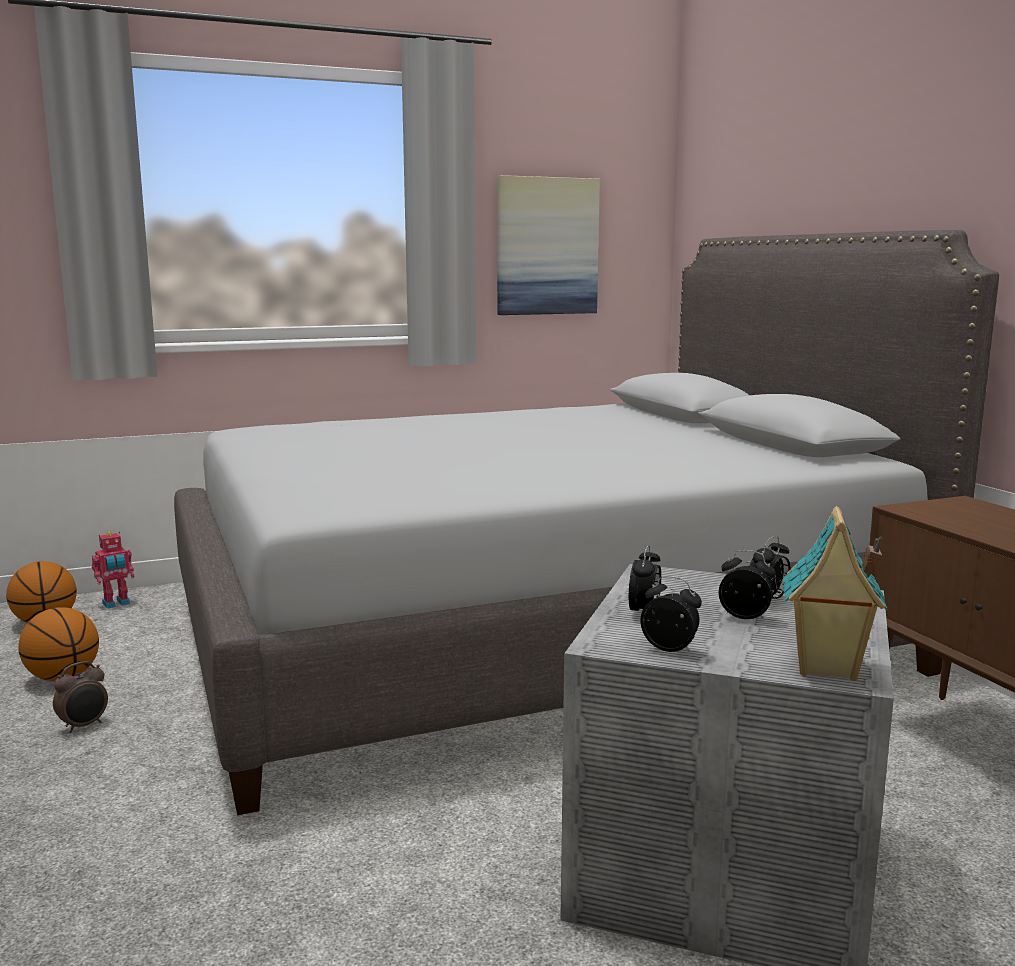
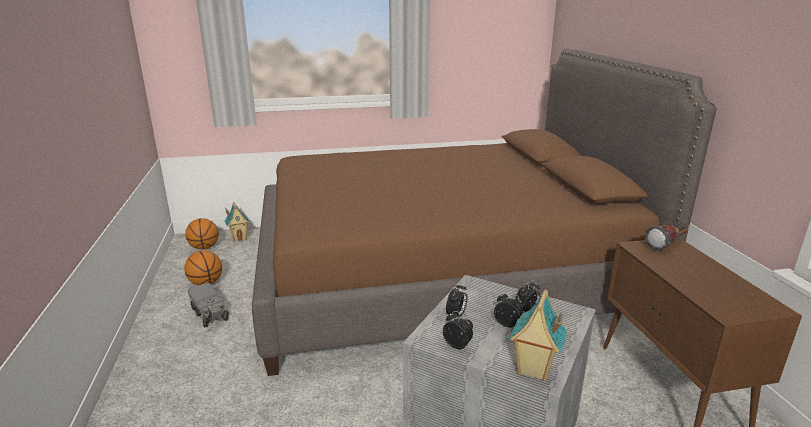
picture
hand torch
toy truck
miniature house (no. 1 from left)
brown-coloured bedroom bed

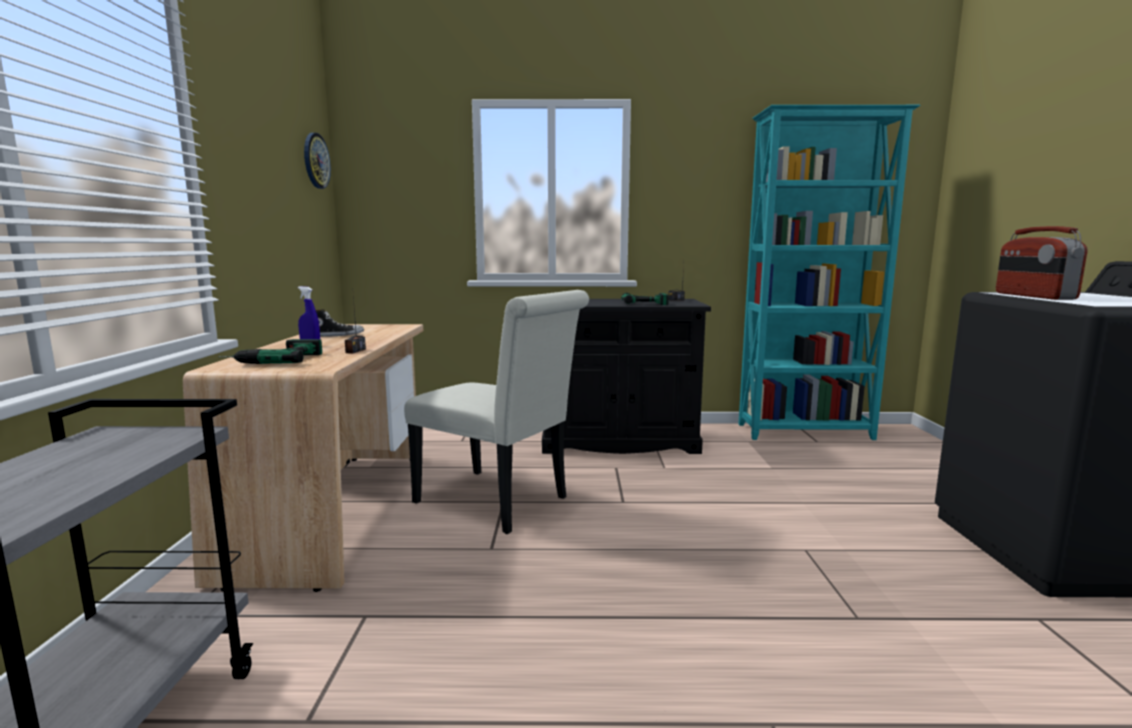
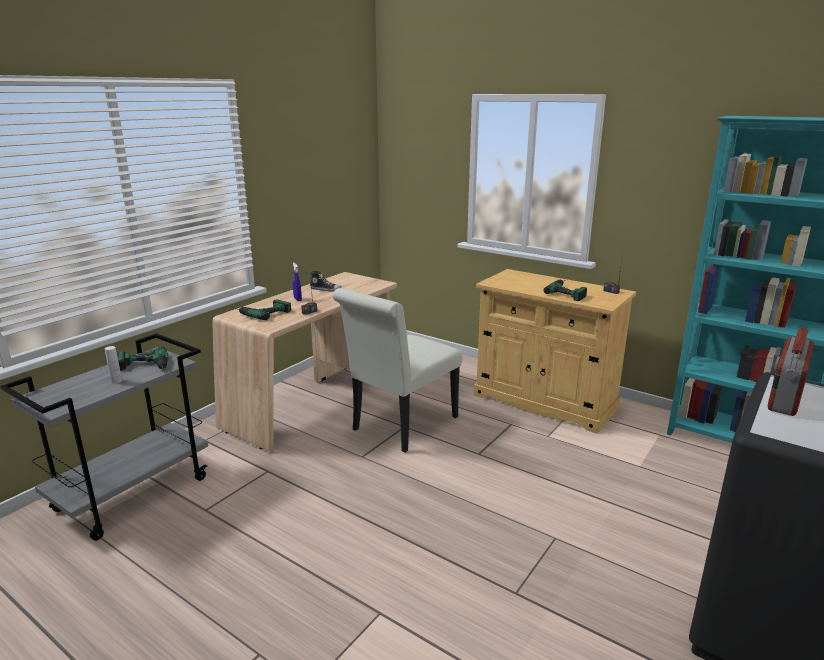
clock on the wall
white beverage bottle
electric drill (no. 1 from left)
beige storage cabinet
white chair

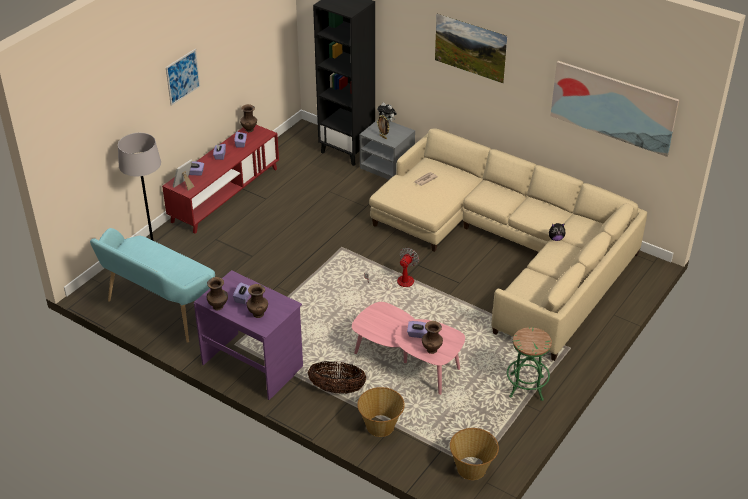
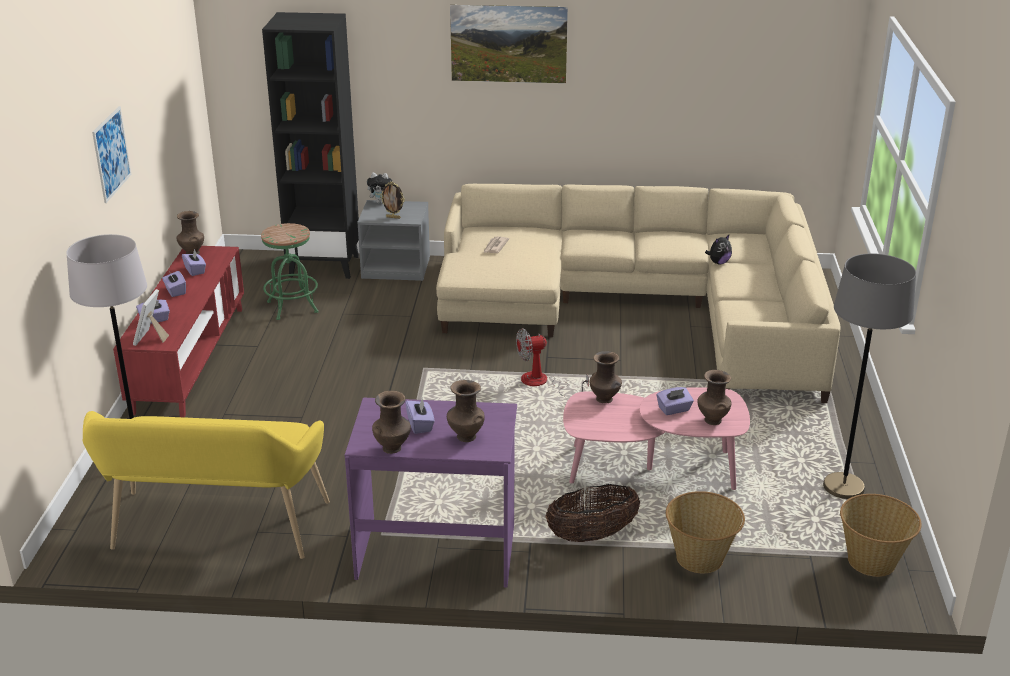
picture (no. 3 from left in the first image)
brown-coloured decorative vase (no. 4 from left)
gray standard lamp (no. 2 from left)
greenish stool seat
yellowish bench
cooling fan

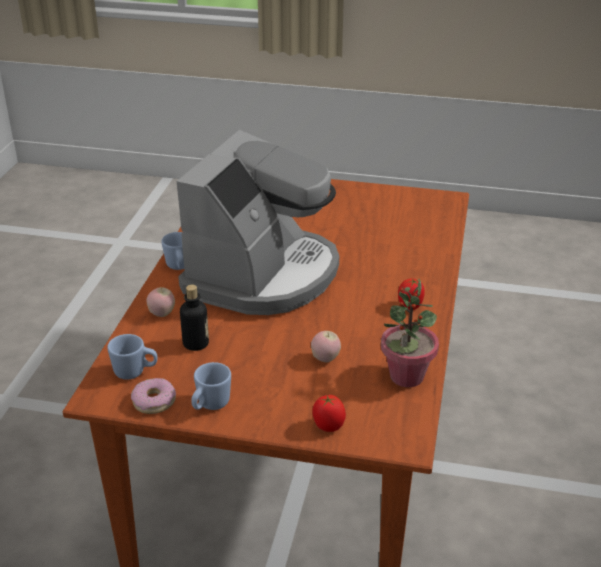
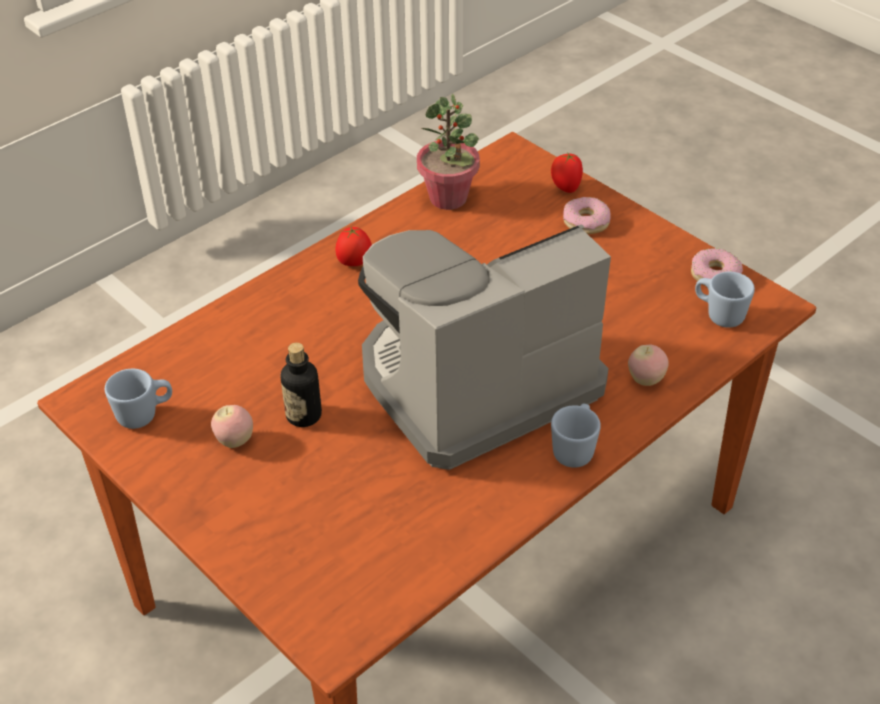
donut (no. 1 from left)
beverage bottle
blue tea mug (no. 1 from left)
apple fruit (no. 1 from left)

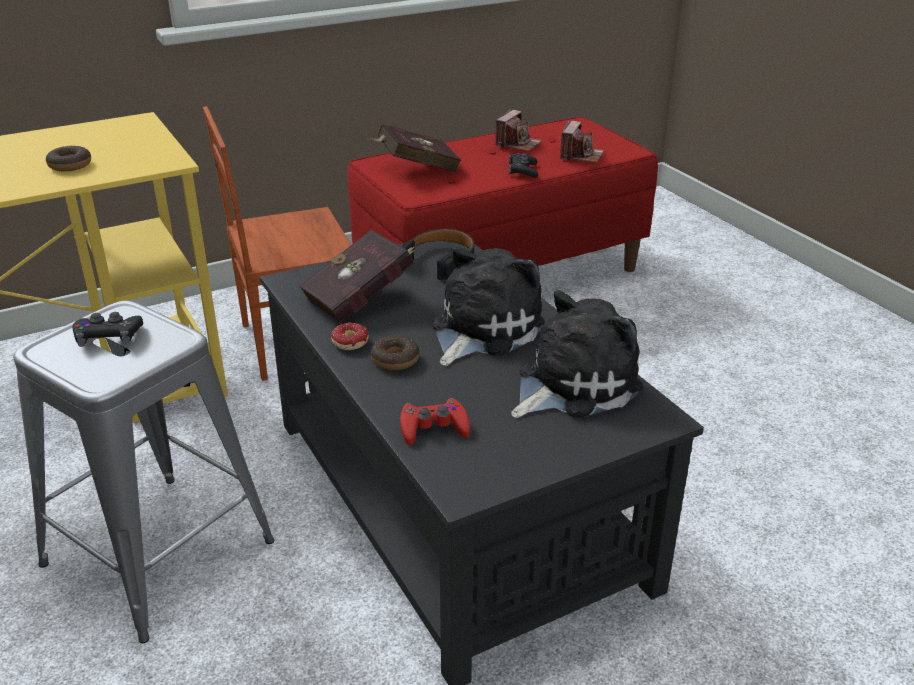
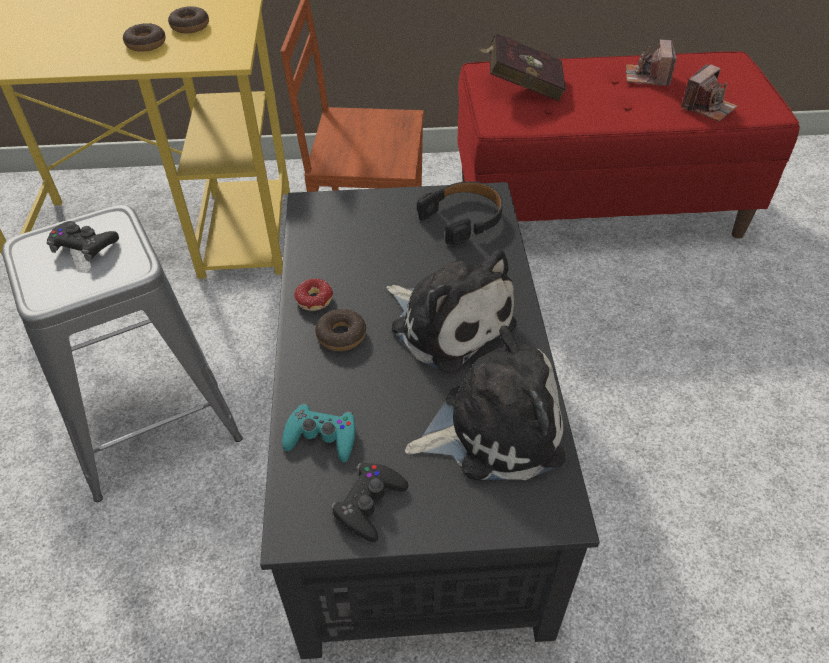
reddish book (no. 1 from left in the first image)
donut (no. 2 from left)
black-coloured joypad (no. 2 from left)
blue-green joypad
plush toy (no. 1 from left)
photo camera (no. 1 from left)

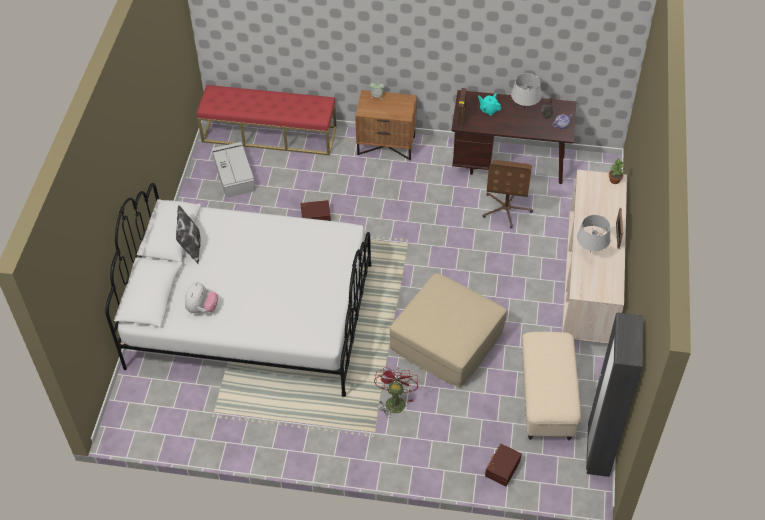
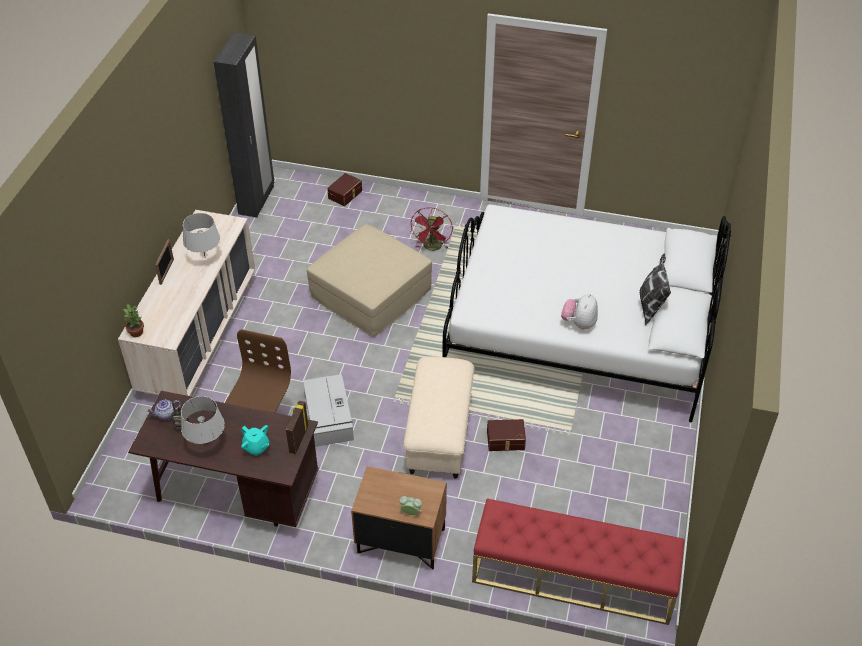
plush toy
gray storage container
beige ottoman (no. 2 from left)

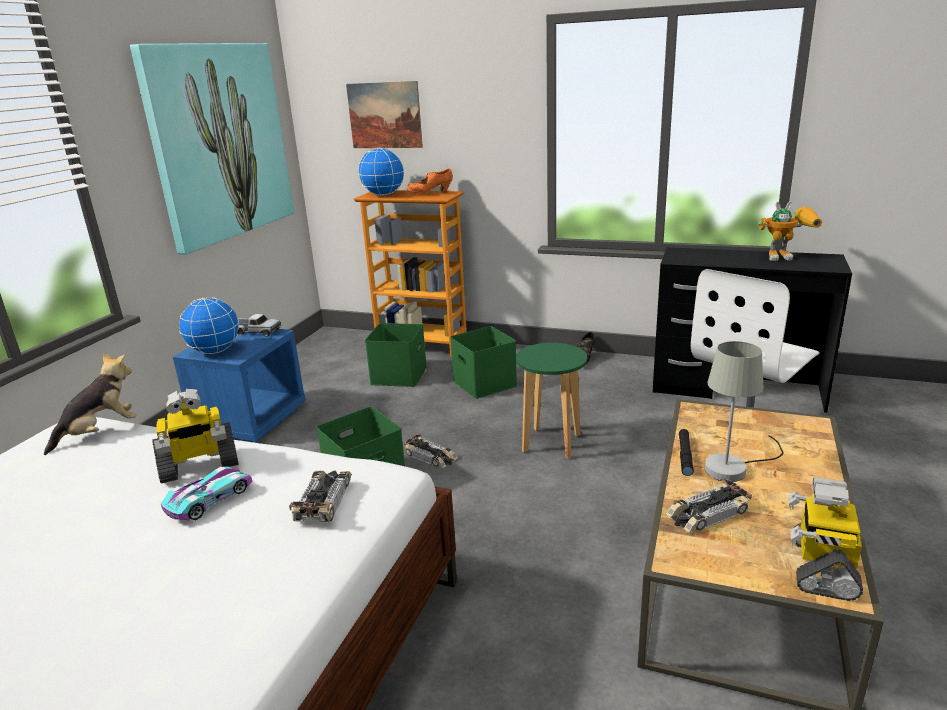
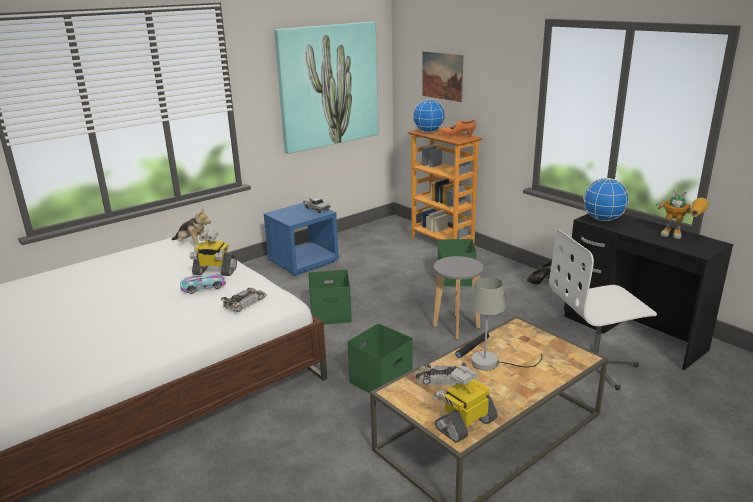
model car (no. 3 from left in the first image)
desk globe (no. 2 from left)
greenish storage container (no. 2 from left)
gray stool seat
plush toy

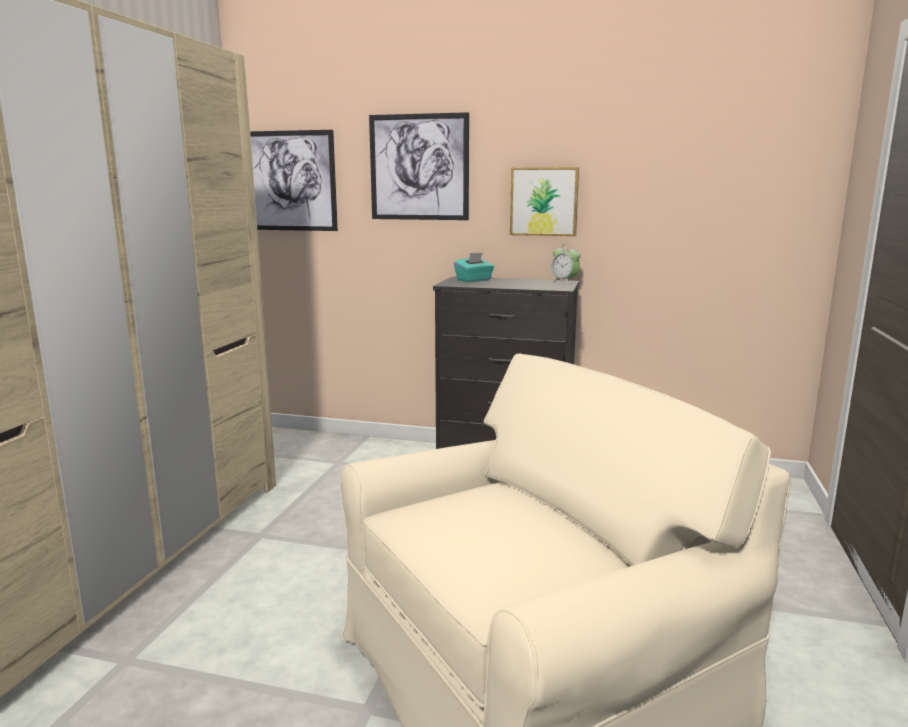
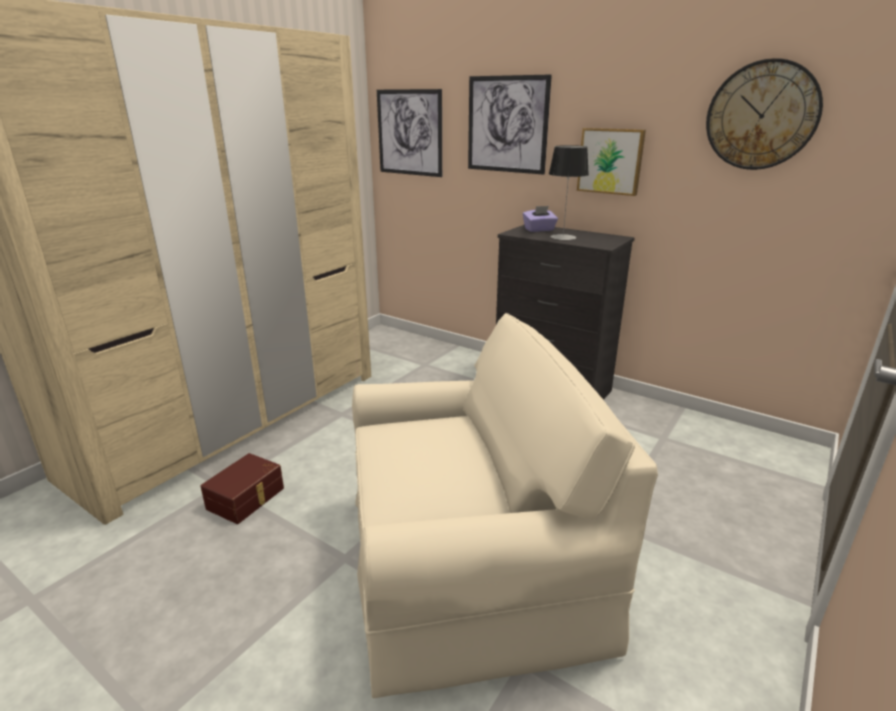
bedside clock
brown-coloured storage container
lamp for a table
clock on the wall
purple tissue box

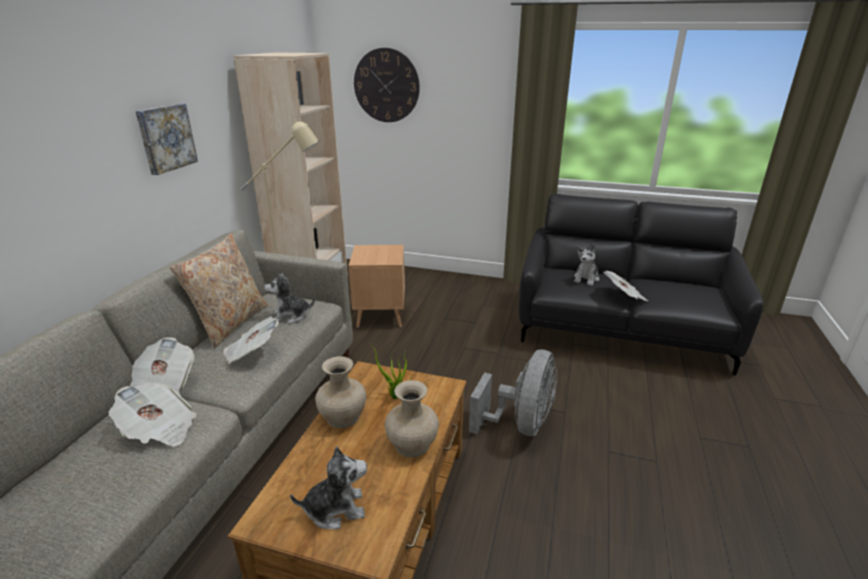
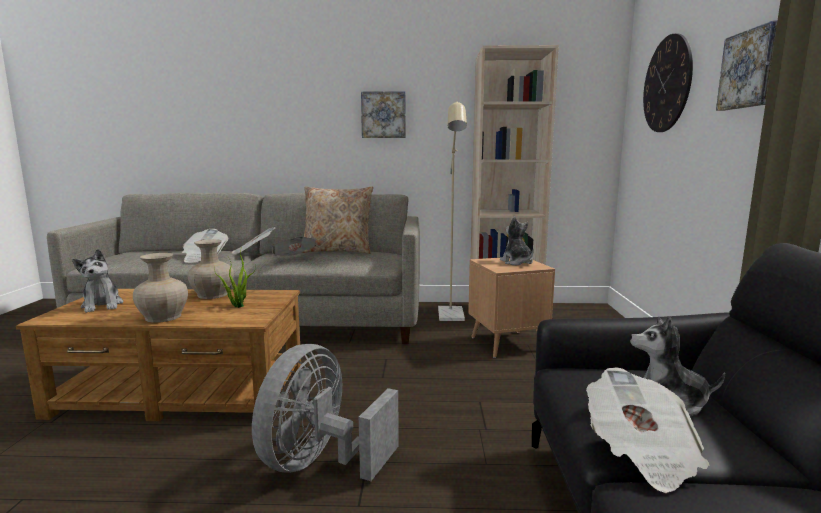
picture (no. 2 from left)
plush toy (no. 2 from left)
gray cooling fan

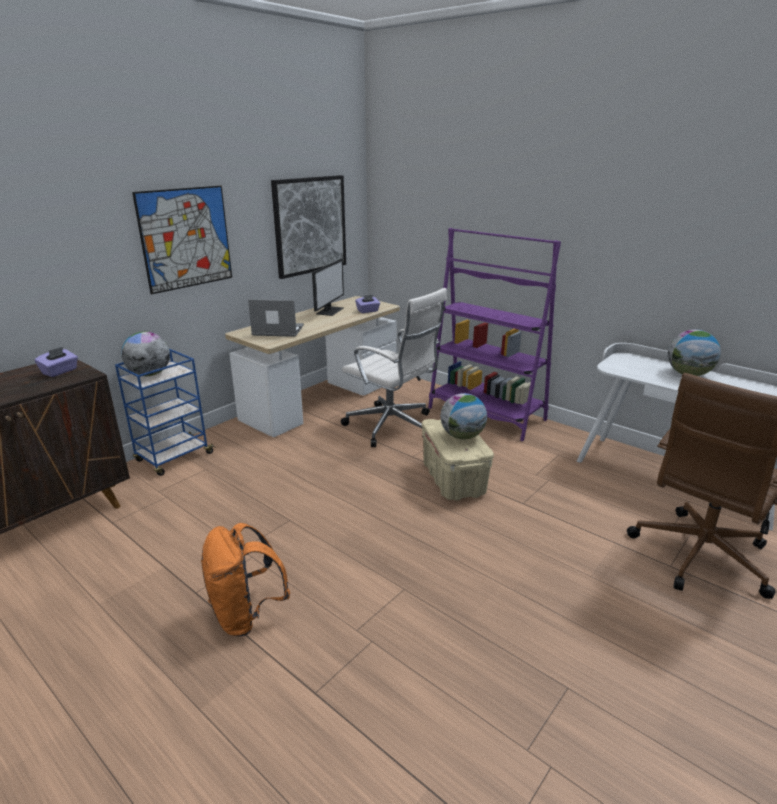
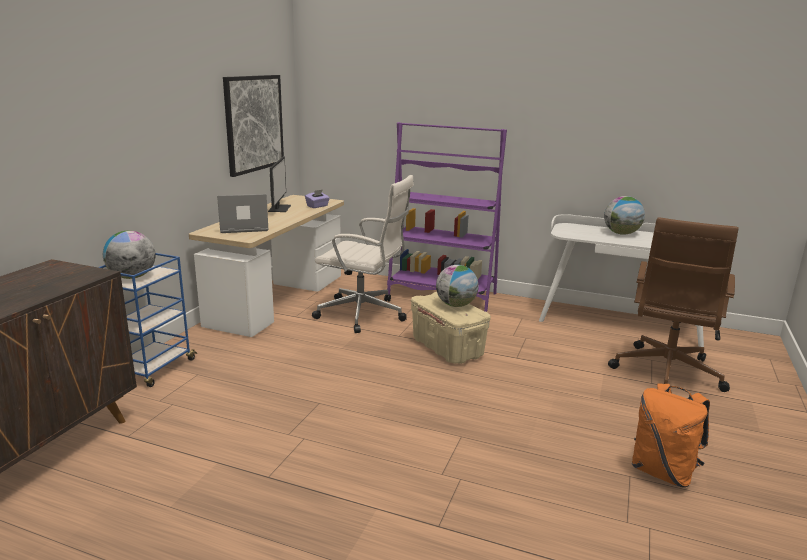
purple tissue box (no. 1 from left in the first image)
picture (no. 1 from left in the first image)
orangey knapsack

